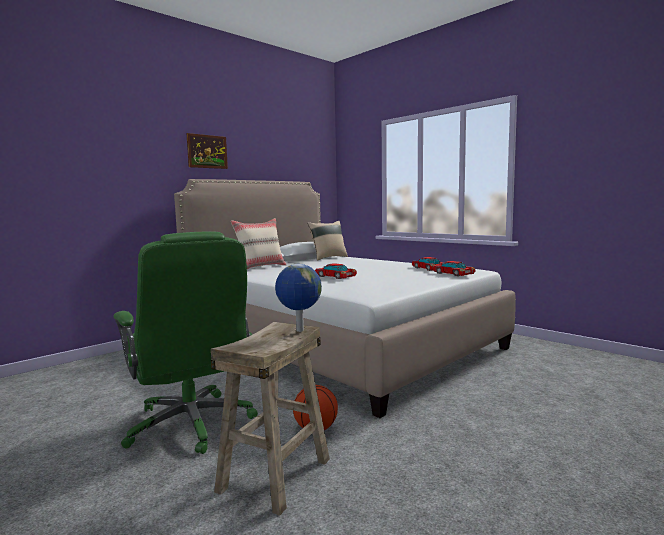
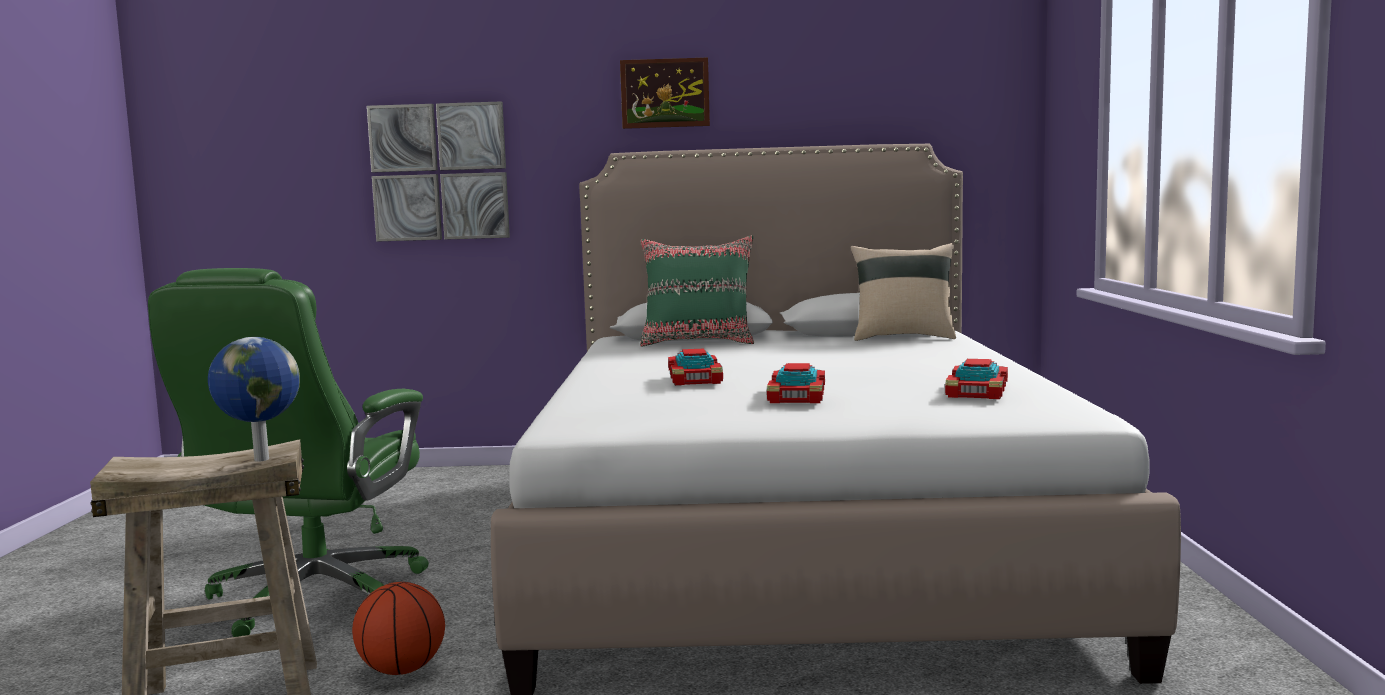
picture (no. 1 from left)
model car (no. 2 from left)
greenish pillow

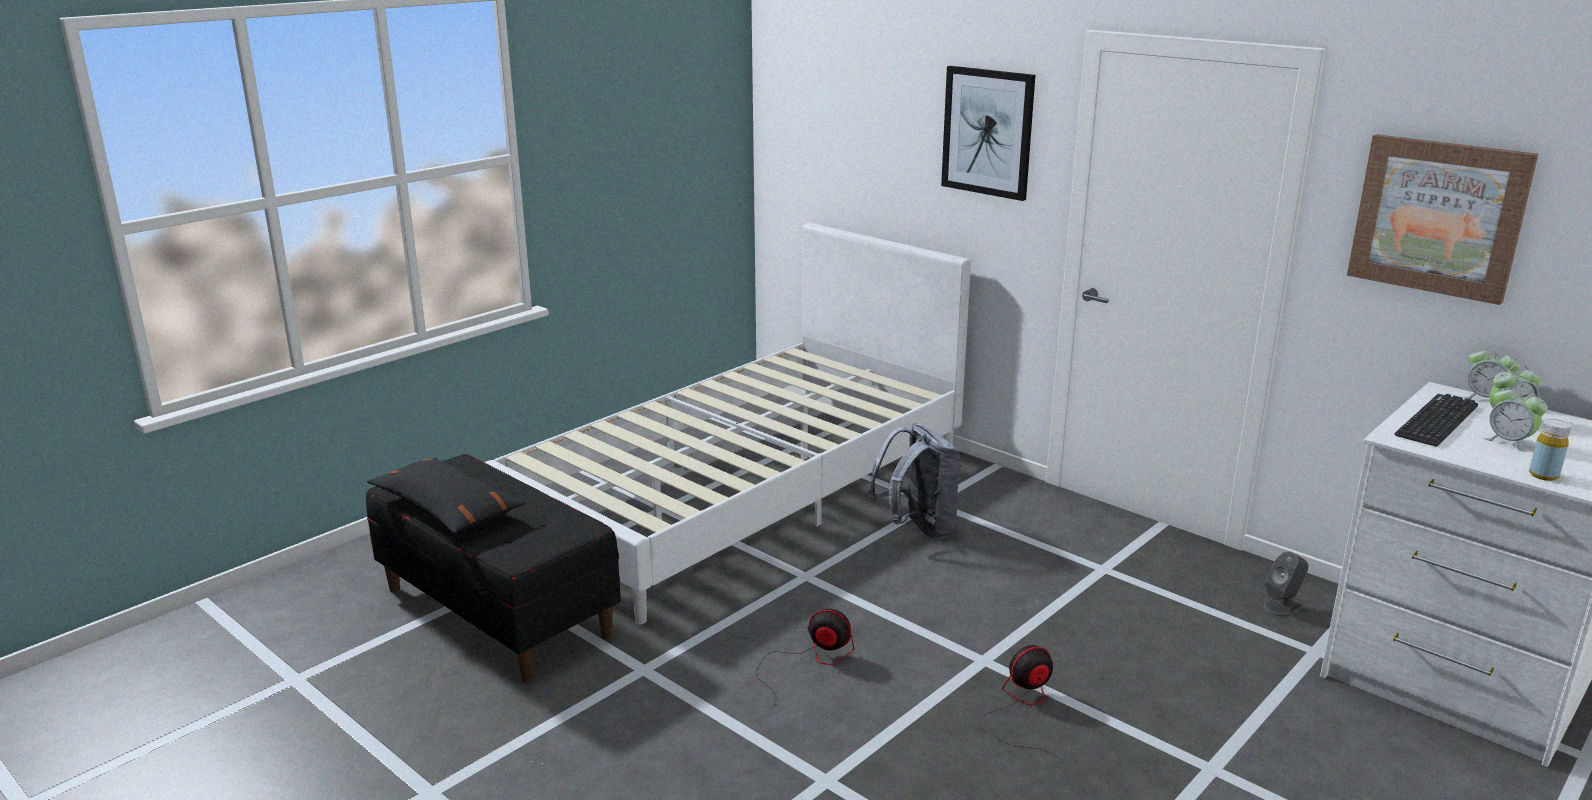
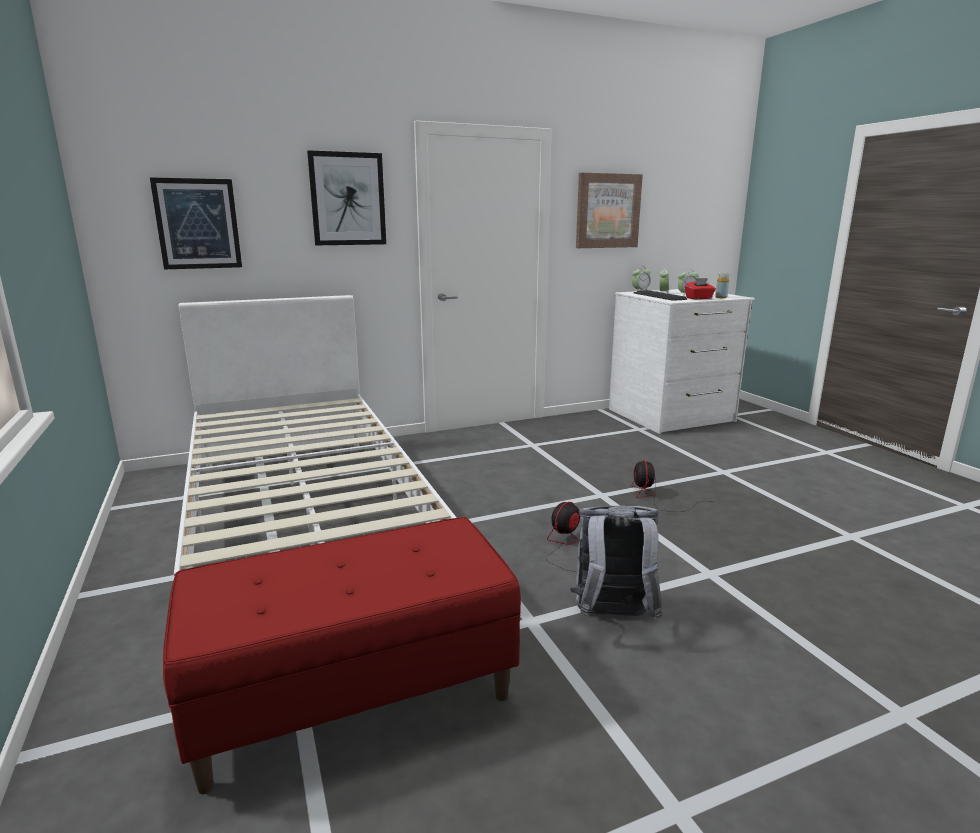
black-coloured pillow
gray loudspeaker
picture (no. 1 from left)
reddish tissue box
gray knapsack
reddish bench

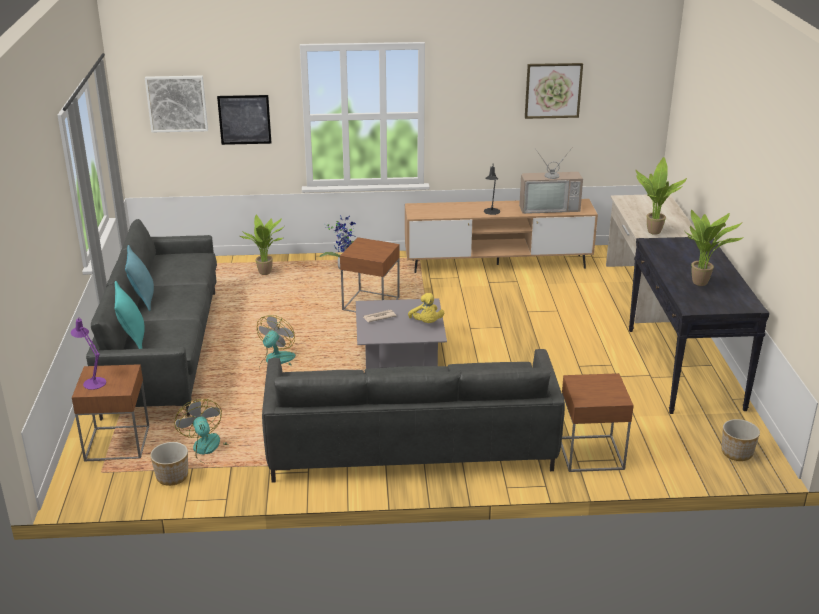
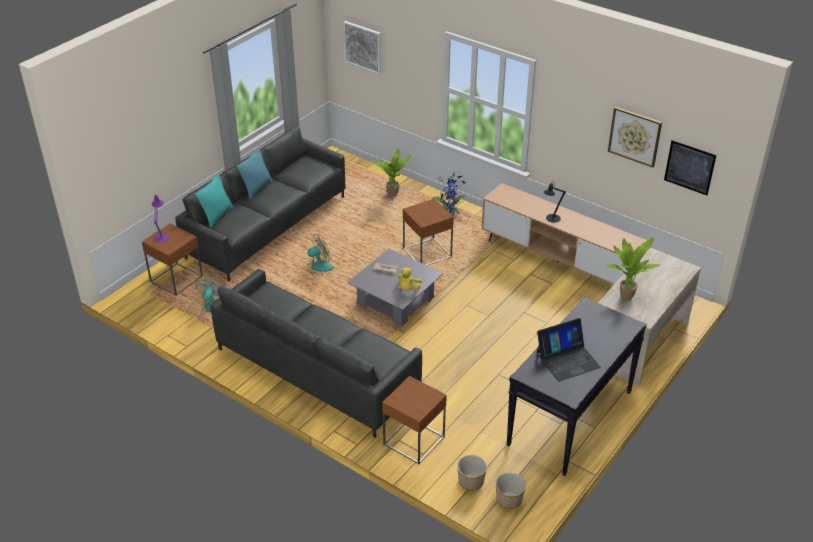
television
plant pot (no. 1 from left)
picture (no. 3 from left)
notebook computer

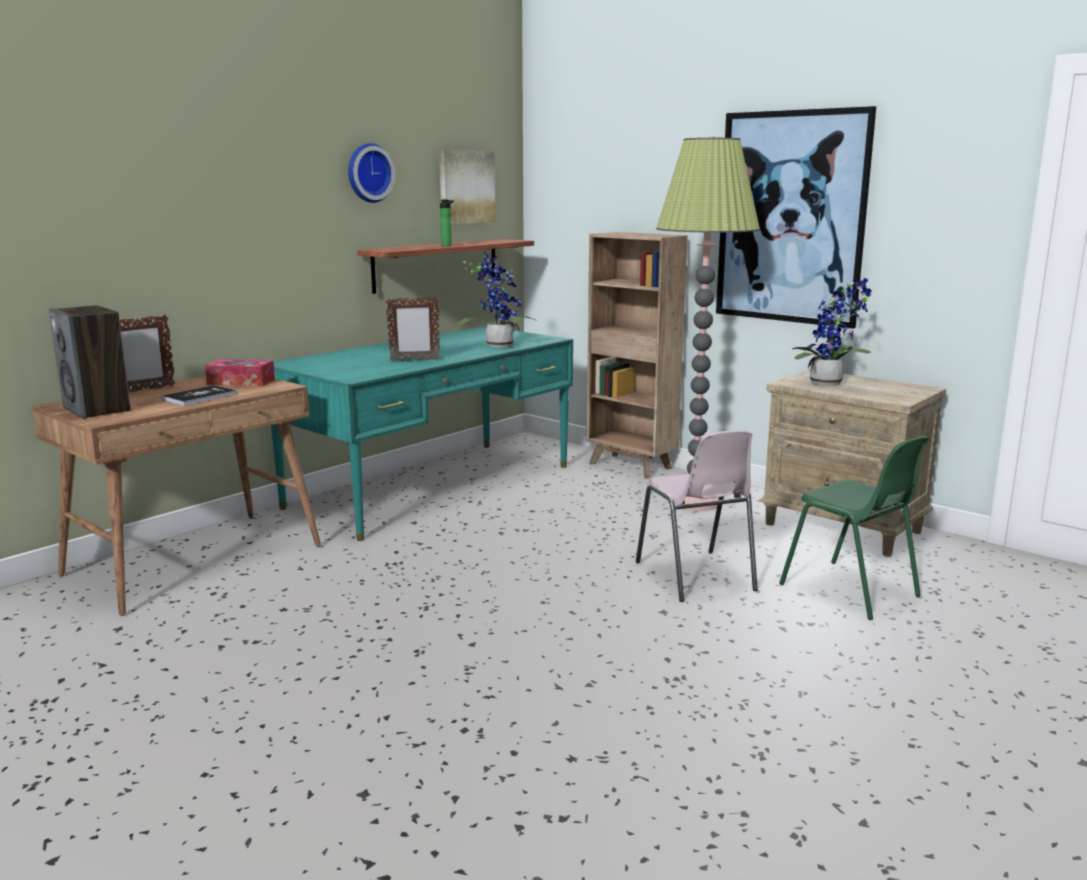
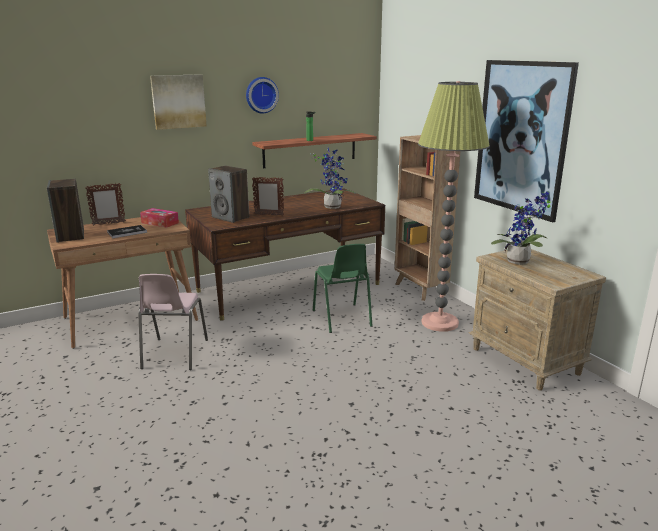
loudspeaker (no. 2 from left)
picture (no. 1 from left)
pinkish chair
greenish chair
brown-coloured desk (no. 2 from left)

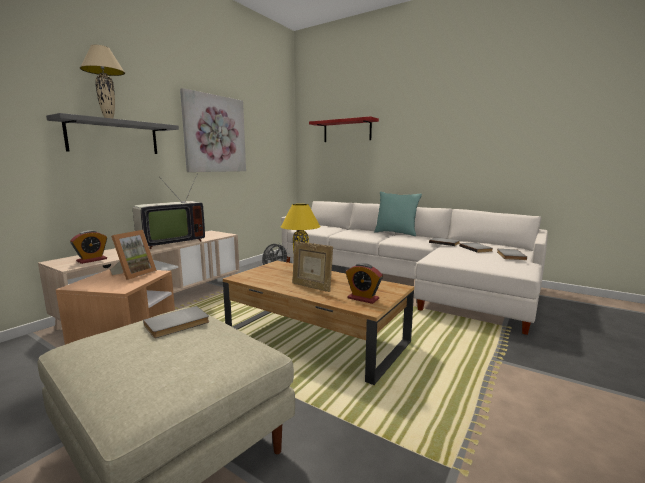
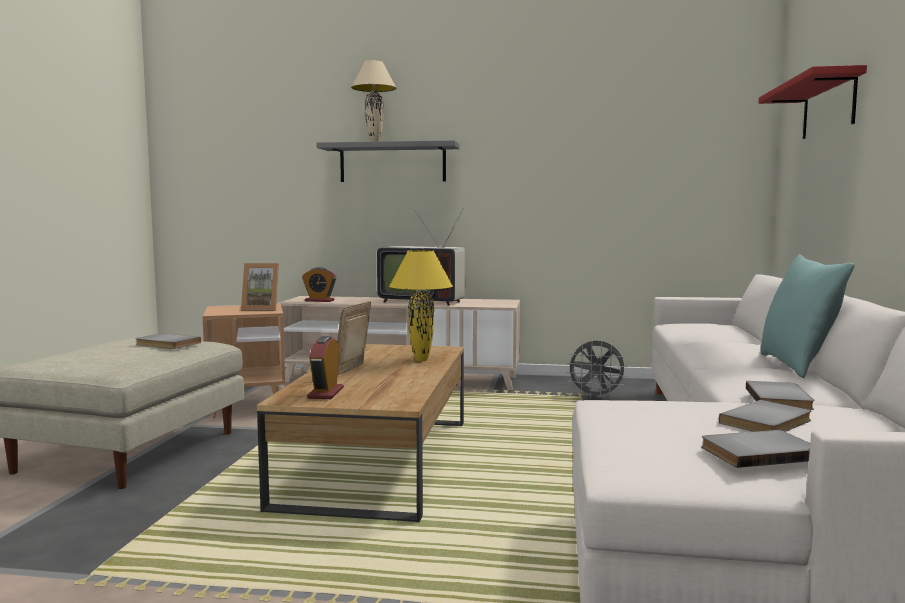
picture

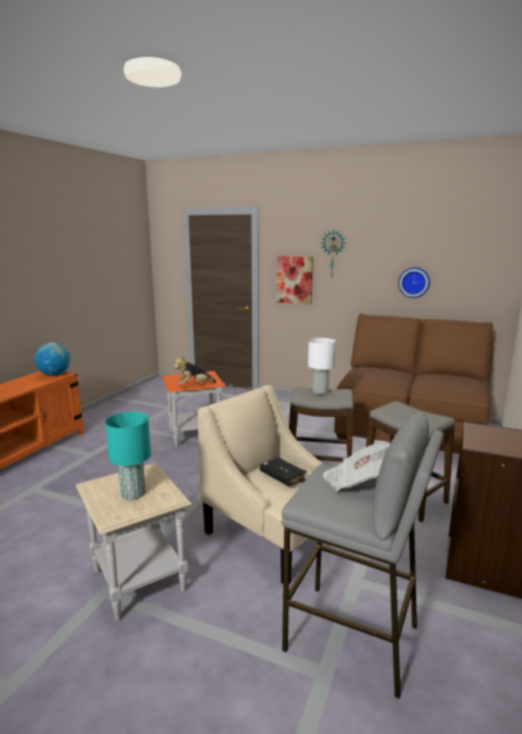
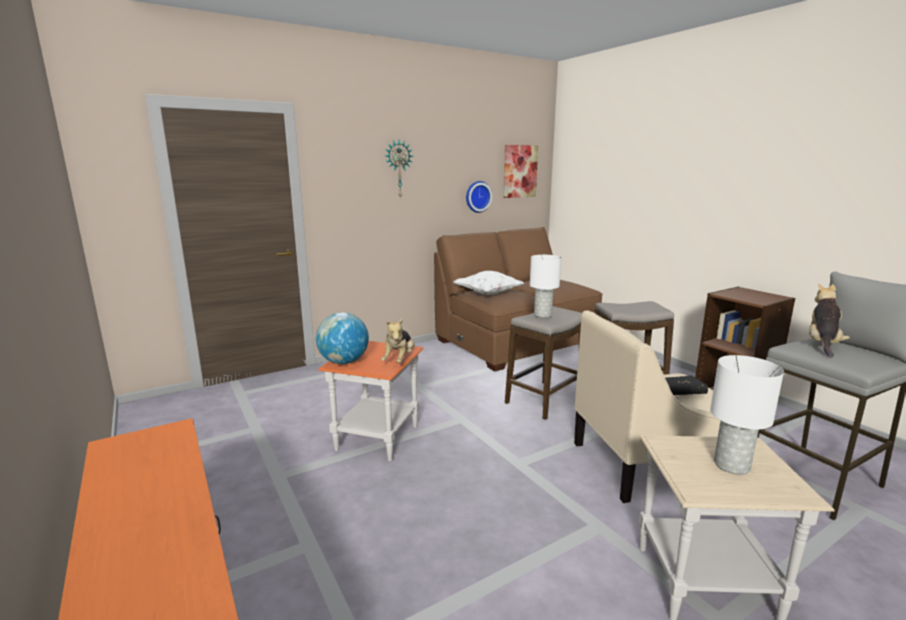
white pillow
desk globe
picture
plush toy (no. 2 from left)
white lamp for a table (no. 2 from left)

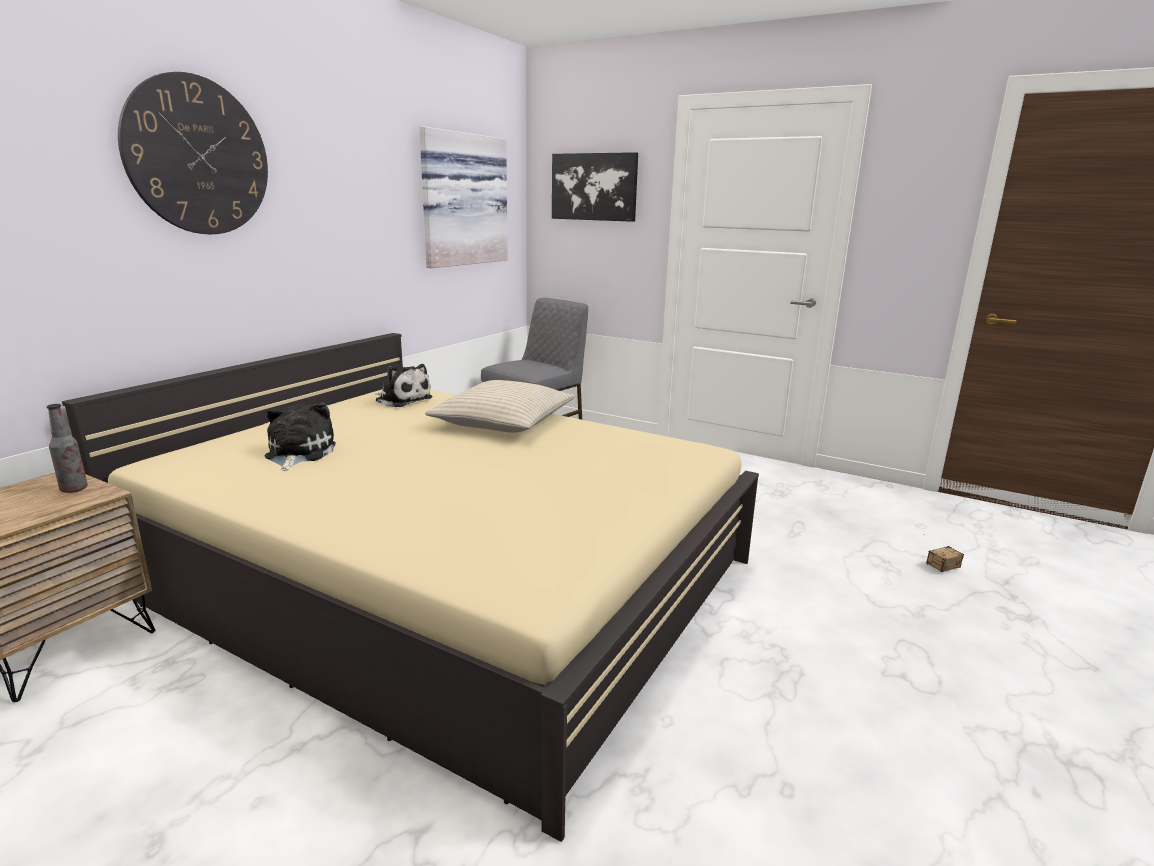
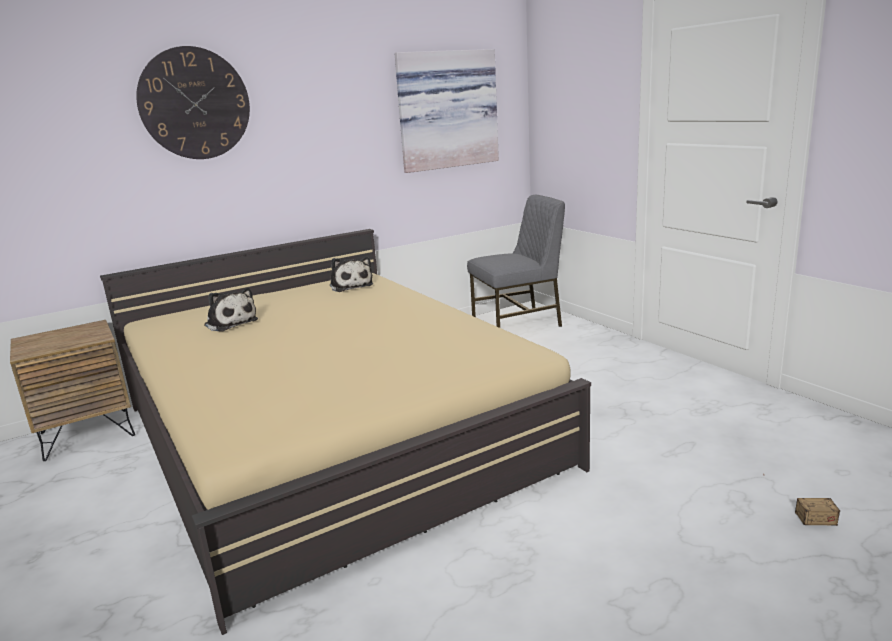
beverage bottle
beige pillow
picture (no. 2 from left in the first image)
plush toy (no. 1 from left)

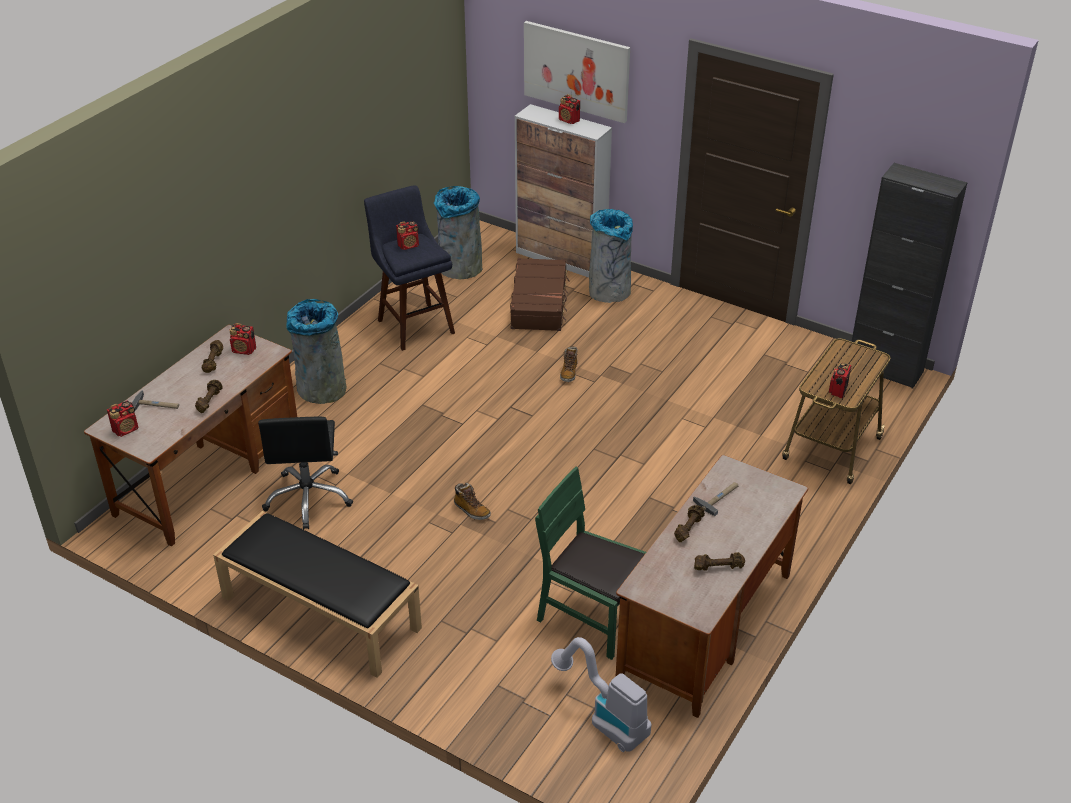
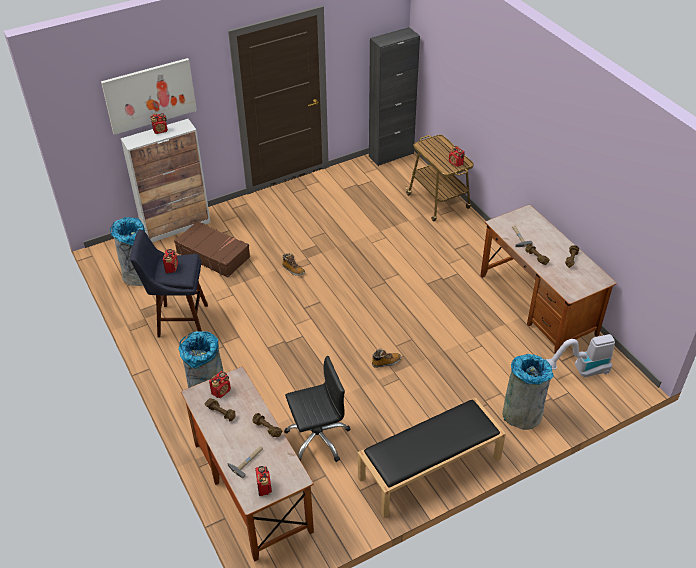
greenish chair
gray waste bin (no. 3 from left)
black-coloured office chair

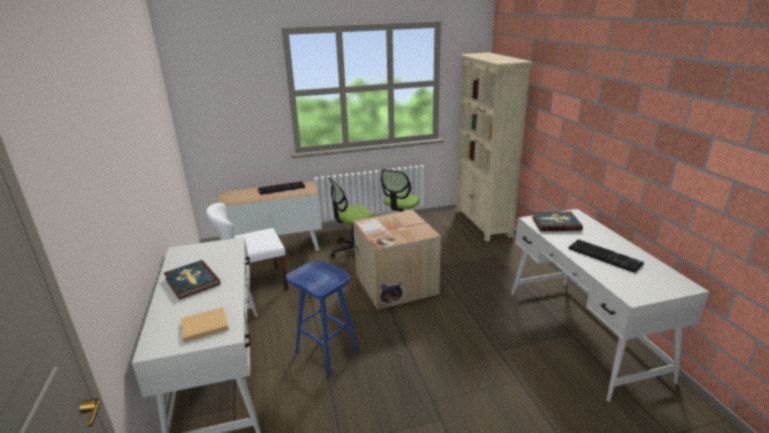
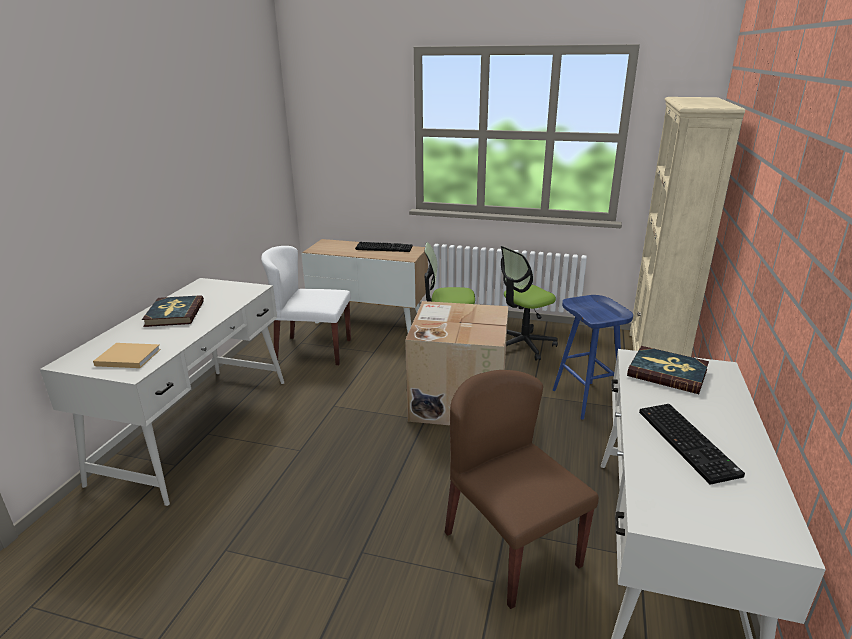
brown-coloured chair
blue stool seat

